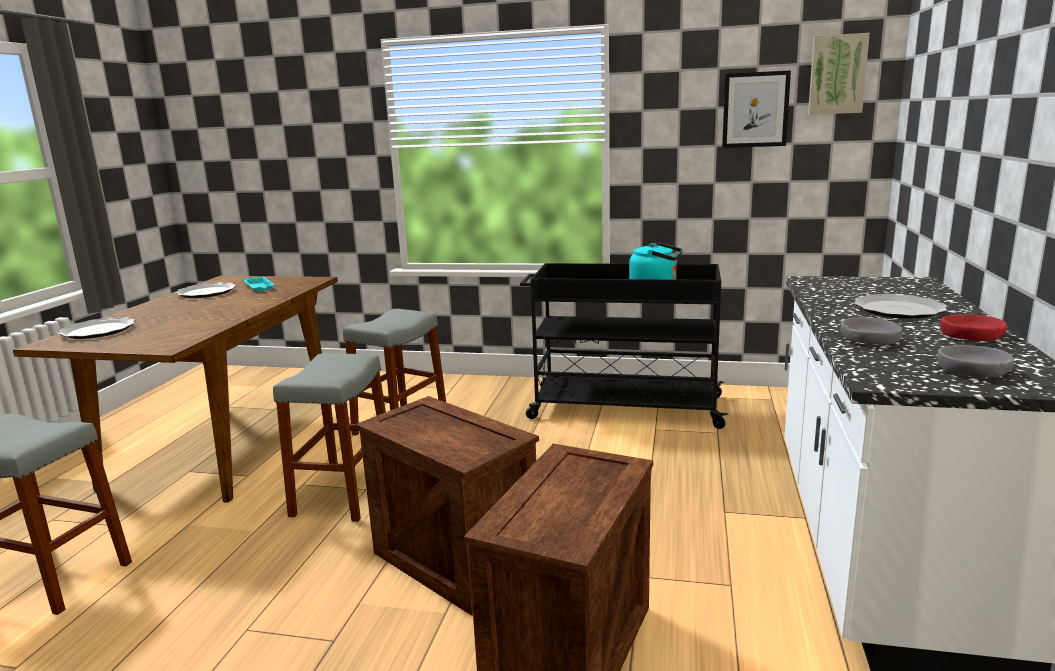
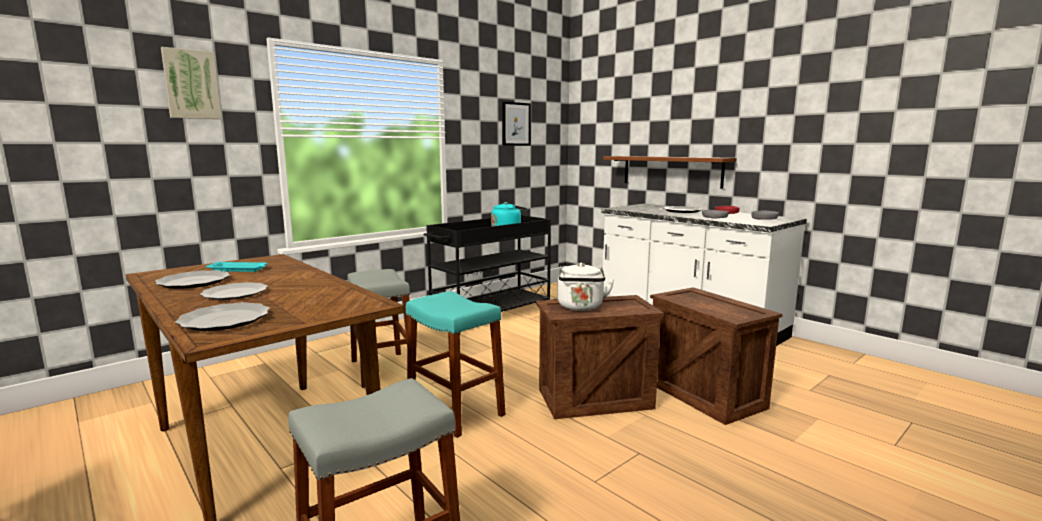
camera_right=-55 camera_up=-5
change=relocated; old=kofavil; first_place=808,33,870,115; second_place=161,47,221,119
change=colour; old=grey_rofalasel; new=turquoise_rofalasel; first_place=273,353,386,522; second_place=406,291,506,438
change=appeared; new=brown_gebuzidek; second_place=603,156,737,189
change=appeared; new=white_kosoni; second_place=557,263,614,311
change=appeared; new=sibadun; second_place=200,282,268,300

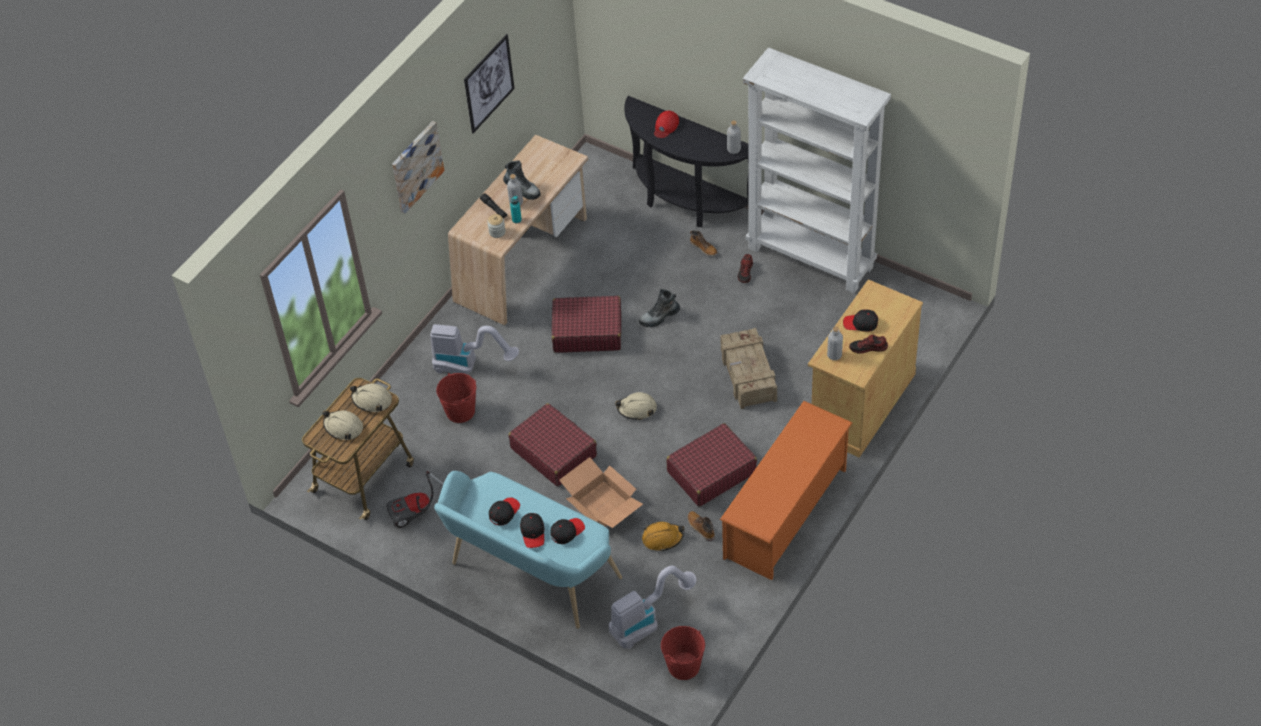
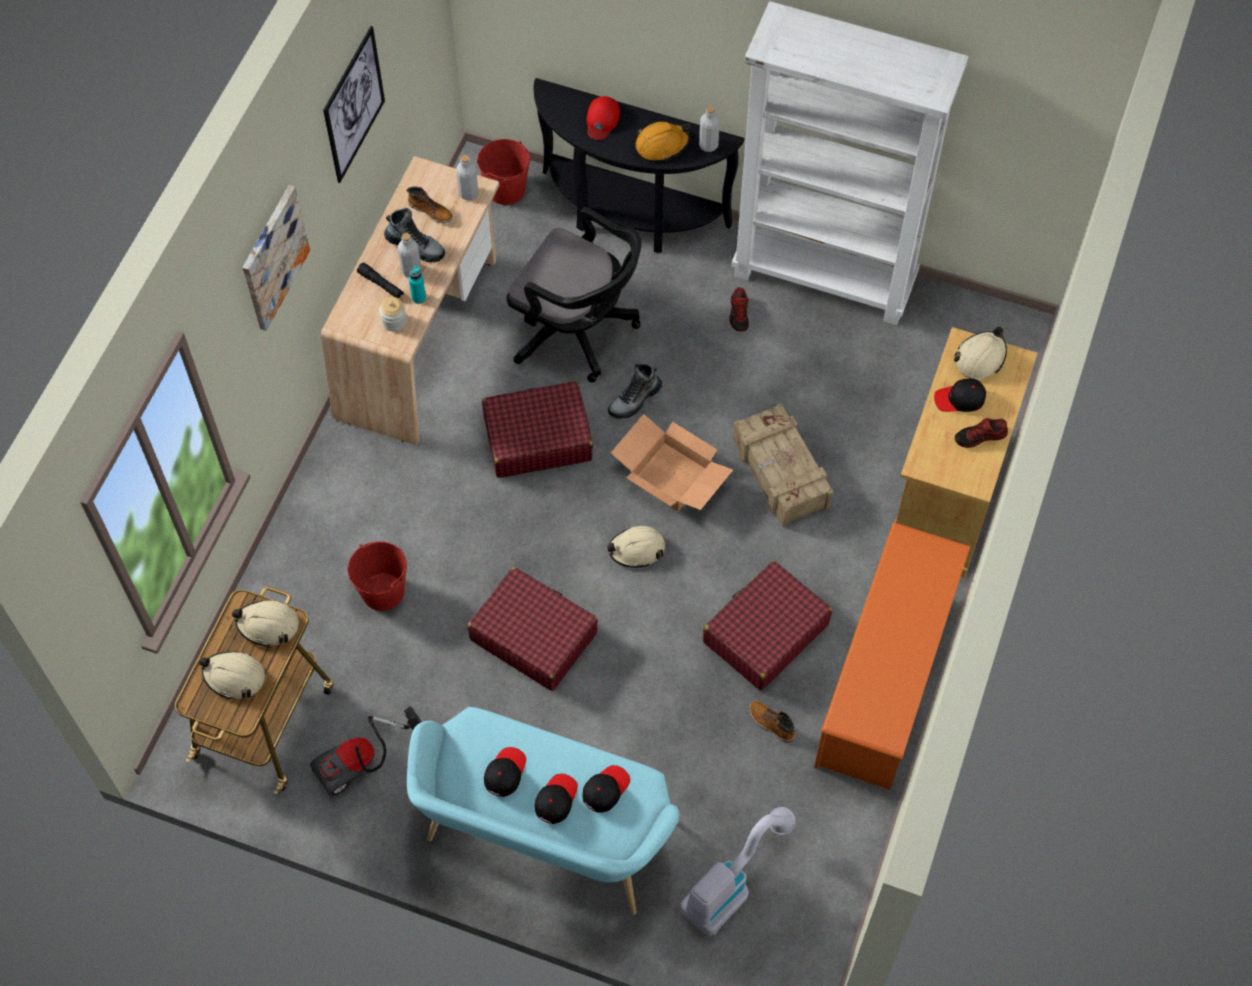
camera_right=-15 camera_up=10
change=relocated; old=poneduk; first_place=690,230,717,256; second_place=407,186,453,223
change=missing; old=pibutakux; first_place=430,324,519,374
change=relocated; old=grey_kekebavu; first_place=827,326,843,360; second_place=456,155,479,200
change=relocated; old=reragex; first_place=559,457,643,528; second_place=611,414,733,511
change=spun; old=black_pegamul; first_place=520,513,544,548; second_place=535,774,578,824; degrees=-135
change=relocated; old=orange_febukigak; first_place=642,522,684,552; second_place=636,122,691,161
change=relocated; old=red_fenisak; first_place=661,626,705,680; second_place=477,139,530,205
change=appeared; new=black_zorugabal; second_place=507,207,641,383
change=appeared; new=beige_febukigak; second_place=954,327,1007,379

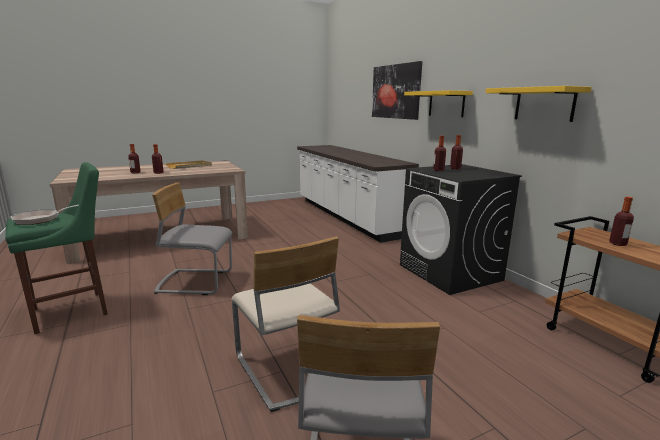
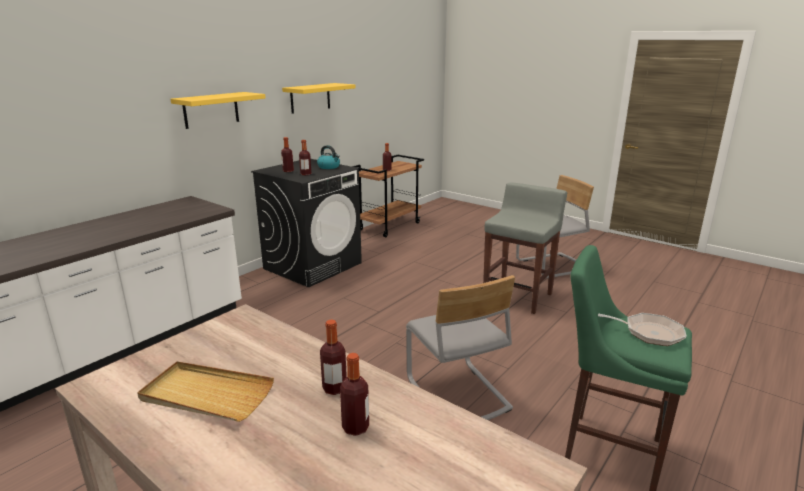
camera_right=-115 camera_up=5
change=missing; old=kofavil; first_place=372,61,422,120
change=exchanged; old=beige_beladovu; new=grey_rofalasel; first_place=232,236,340,412; second_place=483,183,567,314
change=appeared; new=kosoni; second_place=317,145,340,169

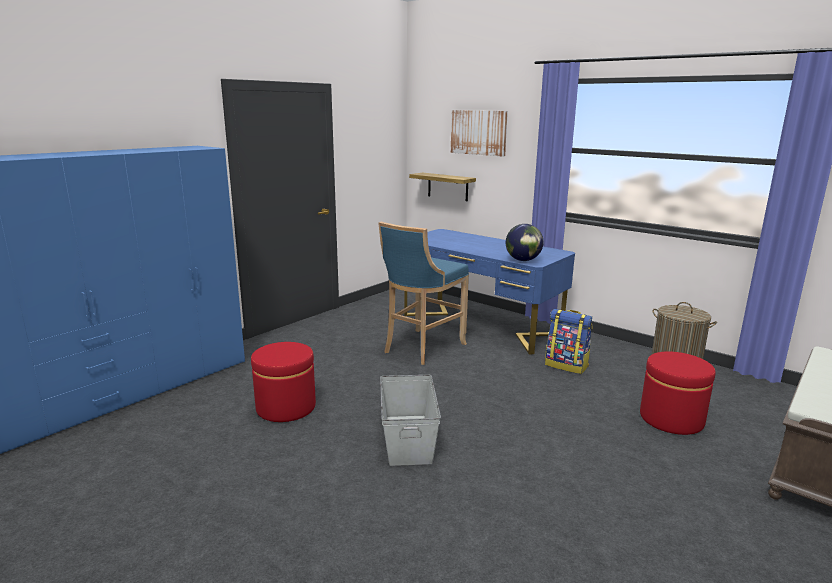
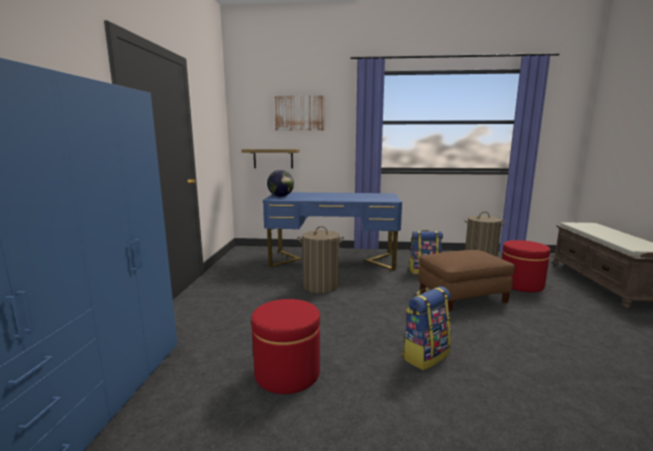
camera_right=-35 camera_up=-5
change=exchanged; old=blue_rofalasel; new=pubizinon; first_place=378,222,469,365; second_place=297,226,344,293
change=relocated; old=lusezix; first_place=506,224,544,261; second_place=267,170,294,197
change=exchanged; old=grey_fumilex; new=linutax; first_place=380,375,441,466; second_place=402,286,451,370
change=appeared; new=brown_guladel; second_place=418,250,515,312

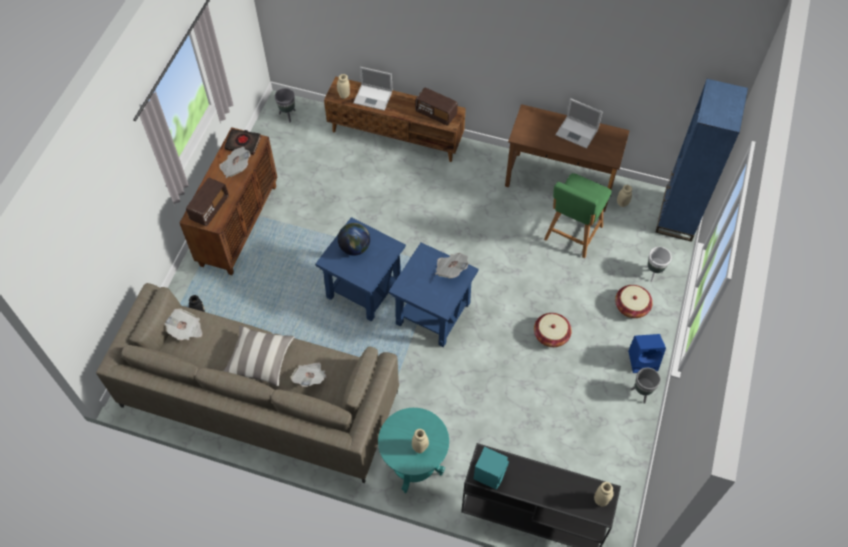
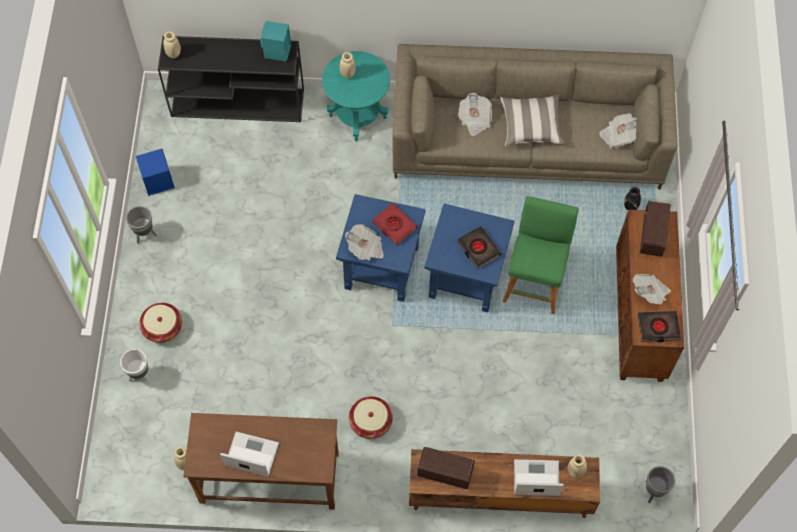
camera_right=165 camera_up=5
change=missing; old=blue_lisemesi; first_place=656,79,748,242
change=relocated; old=green_rofalasel; first_place=544,173,612,258; second_place=502,196,579,314
change=exchanged; old=lusezix; new=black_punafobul; first_place=338,223,370,256; second_place=457,226,501,269
change=relocated; old=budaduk; first_place=534,313,572,347; second_place=349,396,393,439
change=relocated; old=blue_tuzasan; first_place=628,334,666,373; second_place=136,149,175,196
change=appeared; new=red_punafobul; second_place=372,203,417,245

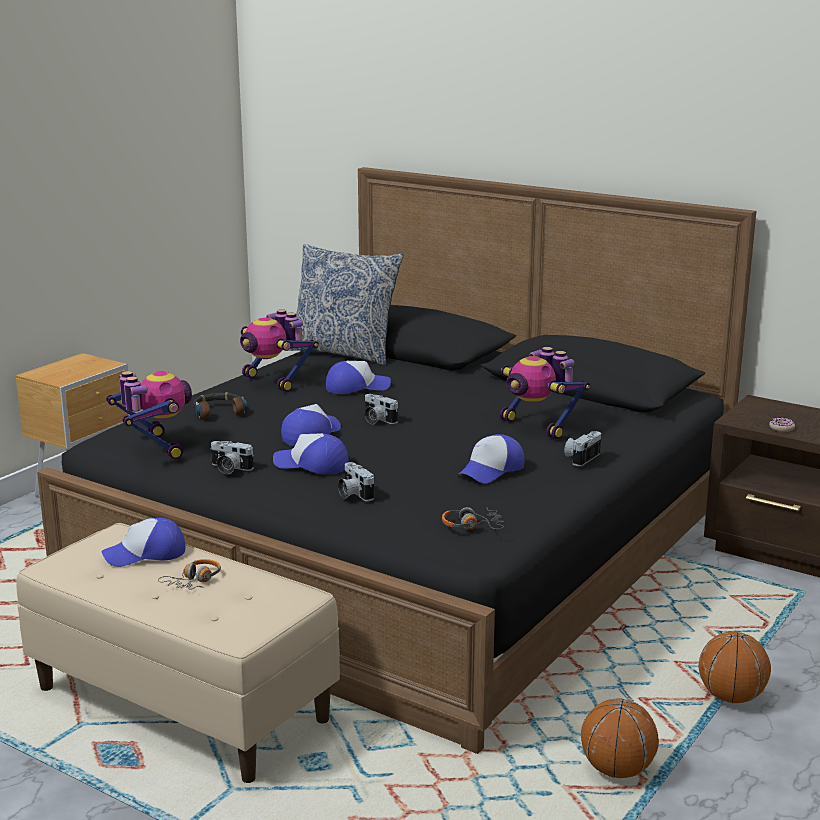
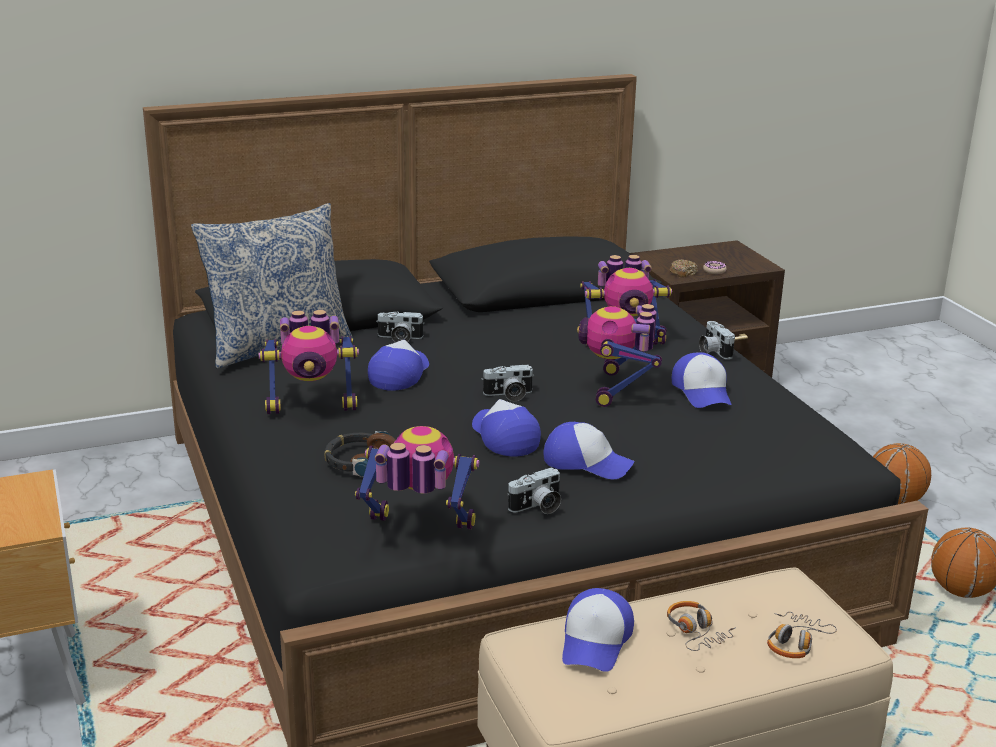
camera_right=-55 camera_up=5
change=spun; old=pegamul; first_place=273,433,348,474; second_place=543,422,635,479; degrees=-120
change=relocated; old=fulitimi; first_place=338,462,374,501; second_place=376,312,425,343
change=relocated; old=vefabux; first_place=442,507,504,529; second_place=767,612,837,658
change=appeared; new=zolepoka; second_place=670,259,698,278
change=appeared; new=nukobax; second_place=577,304,667,407

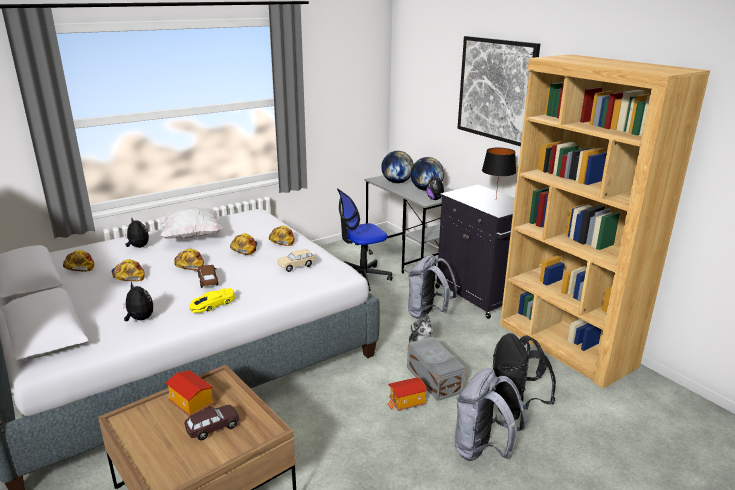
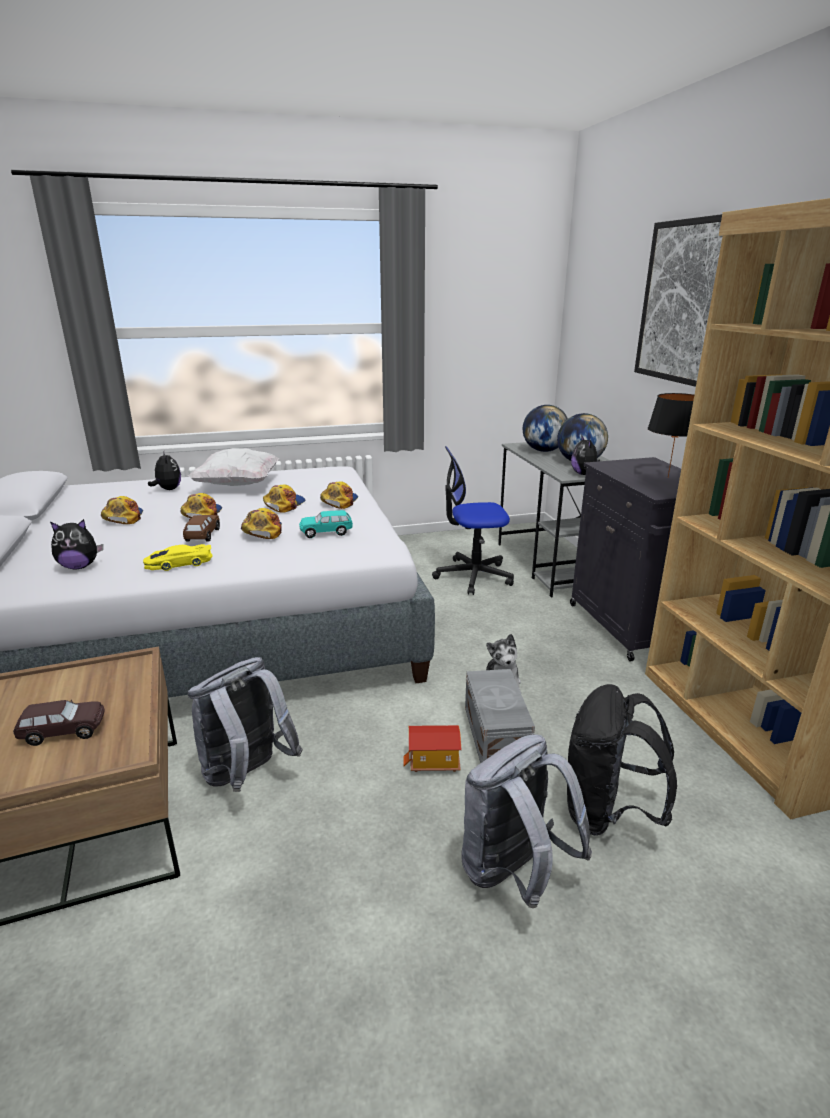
camera_right=20 camera_up=0
change=colour; old=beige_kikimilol; new=turquoise_kikimilol; first_place=278,249,315,272; second_place=299,510,353,538
change=relocated; old=pegamul; first_place=63,250,94,272; second_place=241,508,282,539
change=relocated; old=grey_linutax; first_place=408,255,457,319; second_place=187,657,303,792
change=spun; old=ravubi; first_place=123,281,153,321; second_place=50,519,103,569; degrees=105
change=missing; old=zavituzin; first_place=166,370,215,416

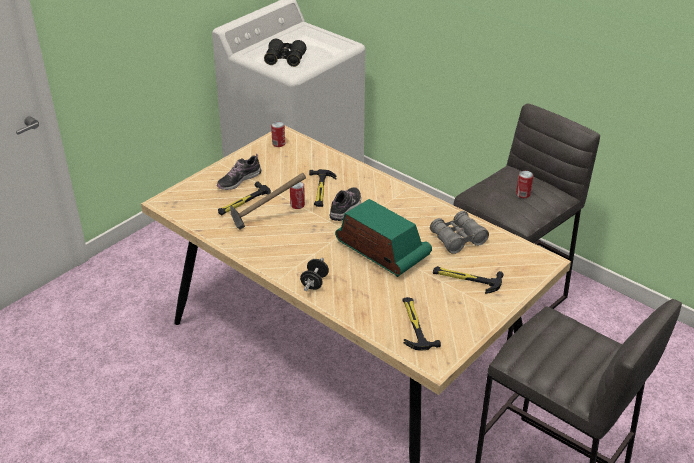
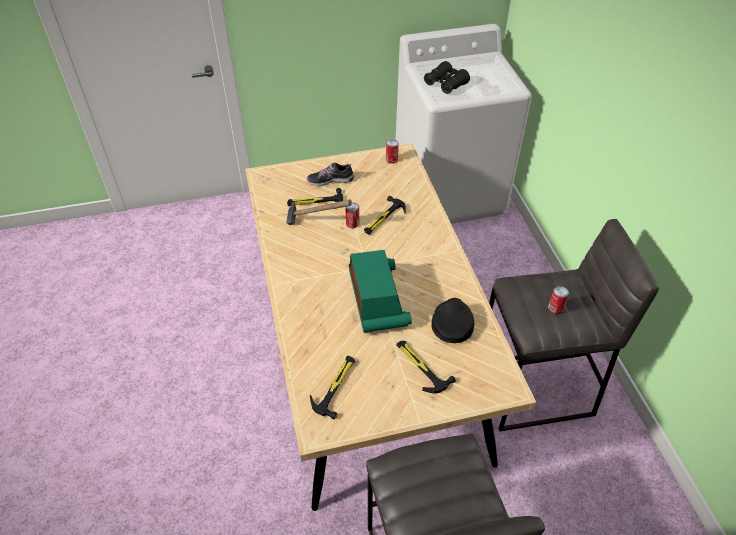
camera_right=35 camera_up=10
change=missing; old=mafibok; first_place=329,187,361,221
change=exchanged; old=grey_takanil; new=black_pegamul; first_place=430,211,489,254; second_place=431,298,474,343
change=missing; old=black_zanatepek; first_place=300,258,329,291

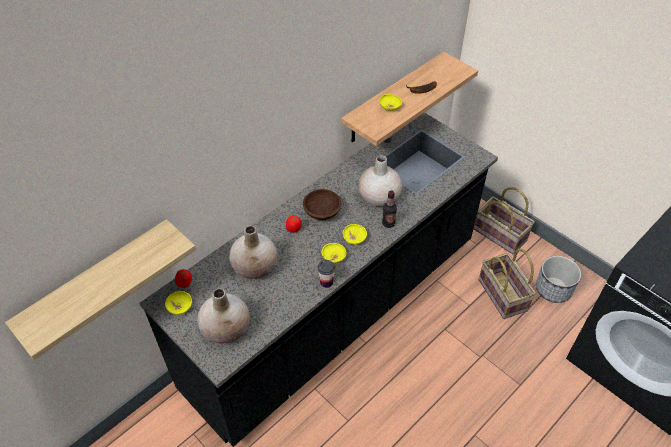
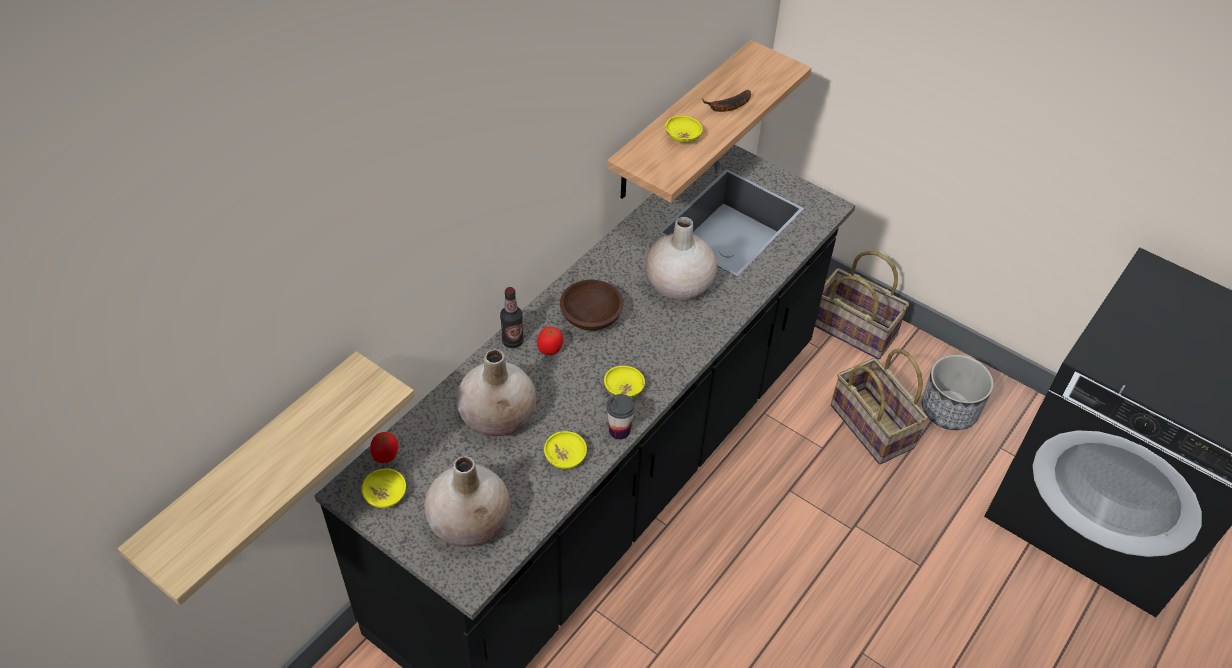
camera_right=-10 camera_up=0
change=relocated; old=kekebavu; first_place=382,190,397,228; second_place=500,287,524,348
change=relocated; old=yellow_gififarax; first_place=343,224,367,245; second_place=544,431,587,469

